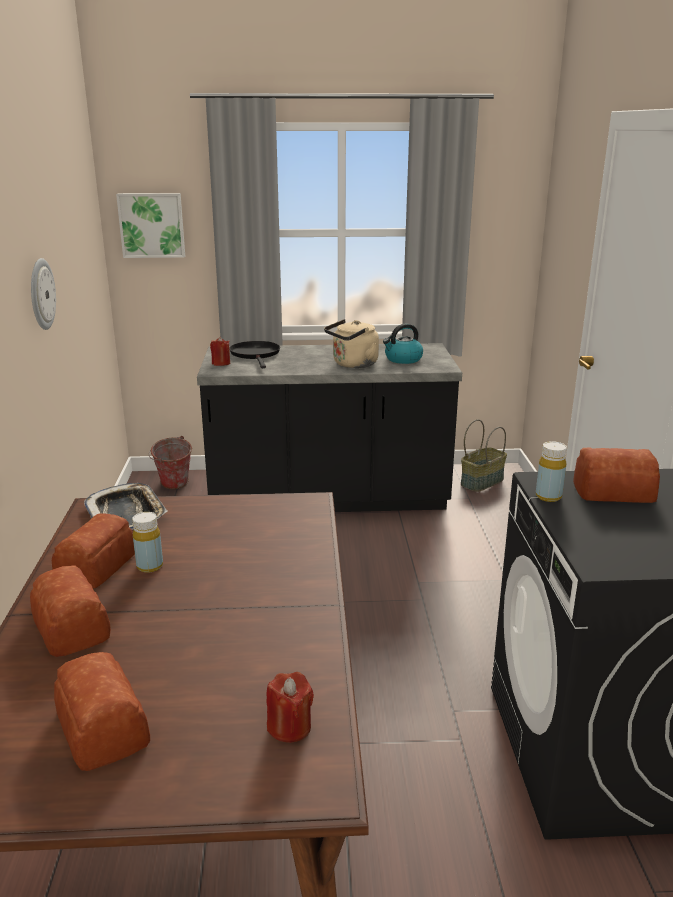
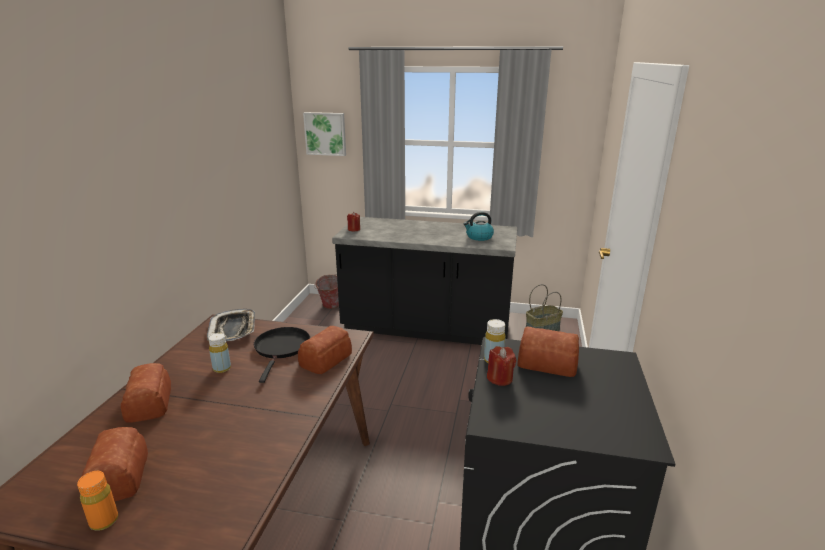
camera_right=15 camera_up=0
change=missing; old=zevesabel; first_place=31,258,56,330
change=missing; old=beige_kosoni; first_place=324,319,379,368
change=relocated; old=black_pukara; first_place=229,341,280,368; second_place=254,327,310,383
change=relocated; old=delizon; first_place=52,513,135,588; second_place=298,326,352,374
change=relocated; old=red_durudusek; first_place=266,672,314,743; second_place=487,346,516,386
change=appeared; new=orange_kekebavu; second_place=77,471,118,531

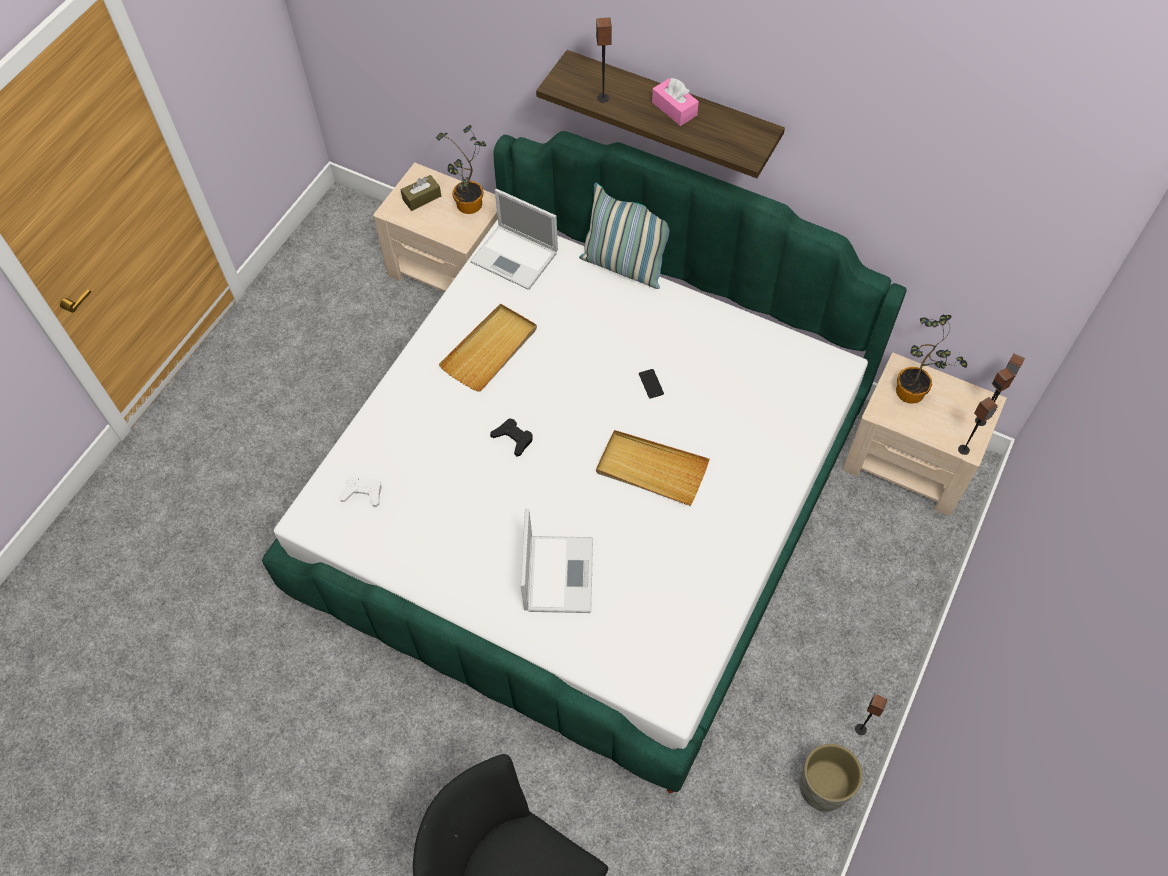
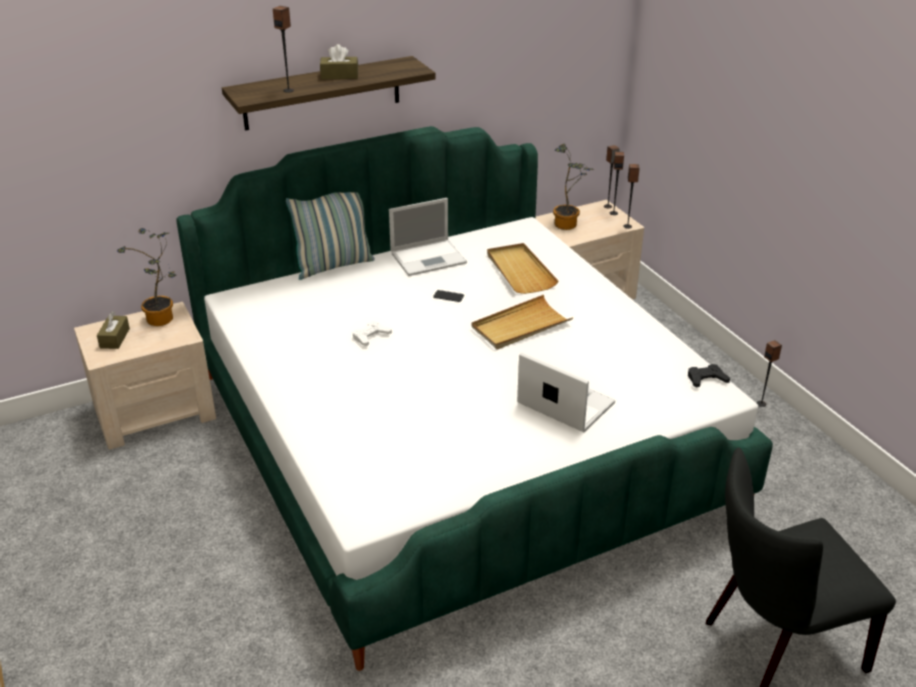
camera_right=-55 camera_up=-25
change=colour; old=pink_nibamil; new=brown_nibamil; first_place=652,77,699,126; second_place=320,44,358,80
change=relocated; old=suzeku; first_place=470,189,558,290; second_place=389,198,467,276
change=relocated; old=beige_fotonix; first_place=439,304,537,392; second_place=487,243,558,294
change=relocated; old=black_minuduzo; first_place=490,419,533,456; second_place=688,364,730,387
change=relocated; old=white_minuduzo; first_place=339,476,382,507; second_place=352,321,392,346
change=missing; old=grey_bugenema; first_place=799,744,863,812

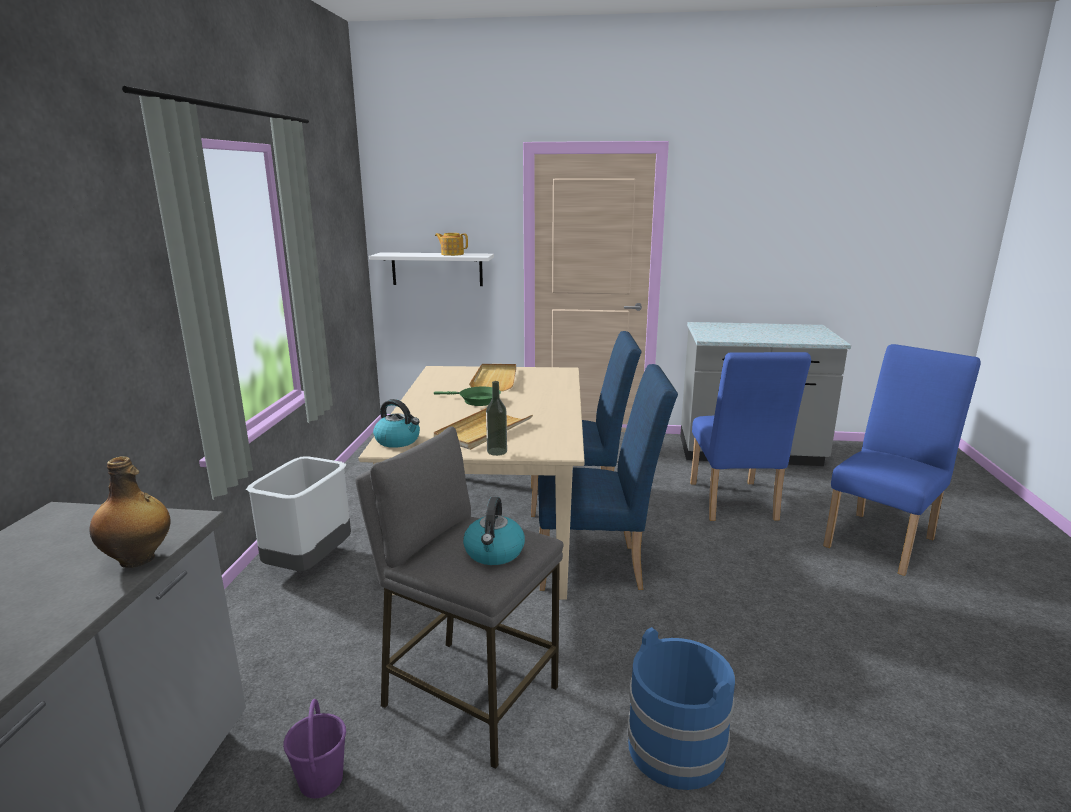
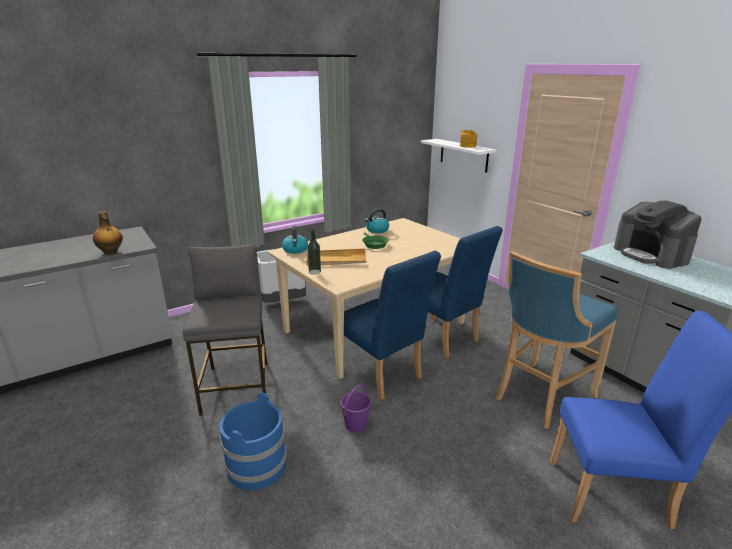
camera_right=50 camera_up=5
change=exchanged; old=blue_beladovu; new=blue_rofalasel; first_place=690,352,811,521; second_place=496,251,618,429
change=missing; old=beige_fotonix; first_place=469,364,516,391
change=relocated; old=kosoni; first_place=463,497,525,565; second_place=365,209,389,233
change=relocated; old=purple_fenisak; first_place=283,699,346,799; second_place=340,385,371,433
change=appeared; new=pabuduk; second_place=614,201,702,269

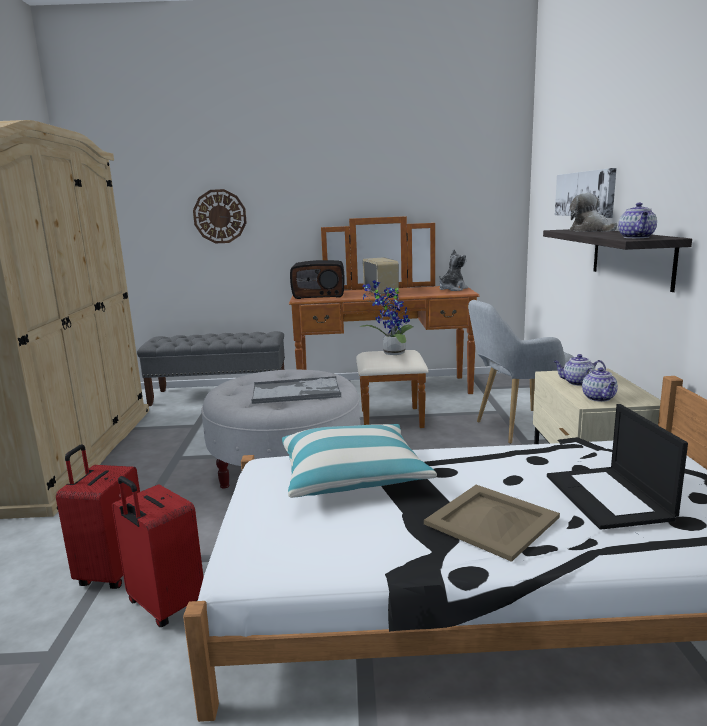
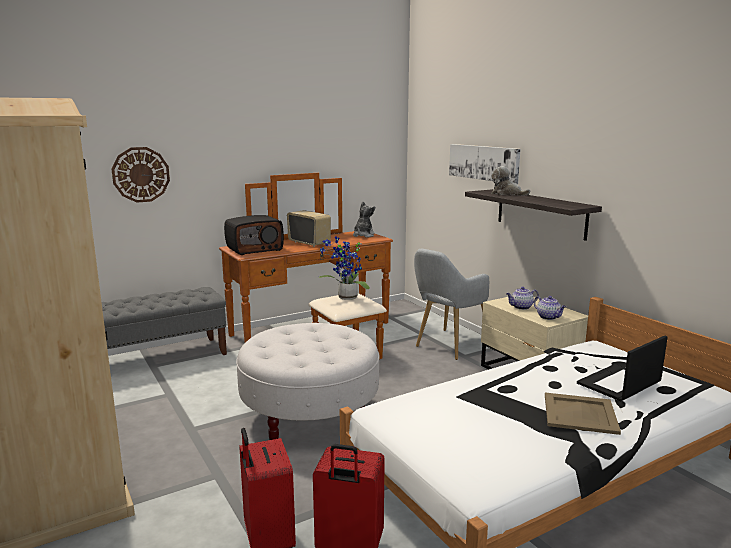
camera_right=-30 camera_up=0
change=missing; old=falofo; first_place=618,203,657,238
change=missing; old=fotonix; first_place=251,376,341,404
change=spun; old=suzeku; first_place=547,404,688,530; second_place=577,336,668,401; degrees=90
change=missing; old=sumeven; first_place=282,424,437,498

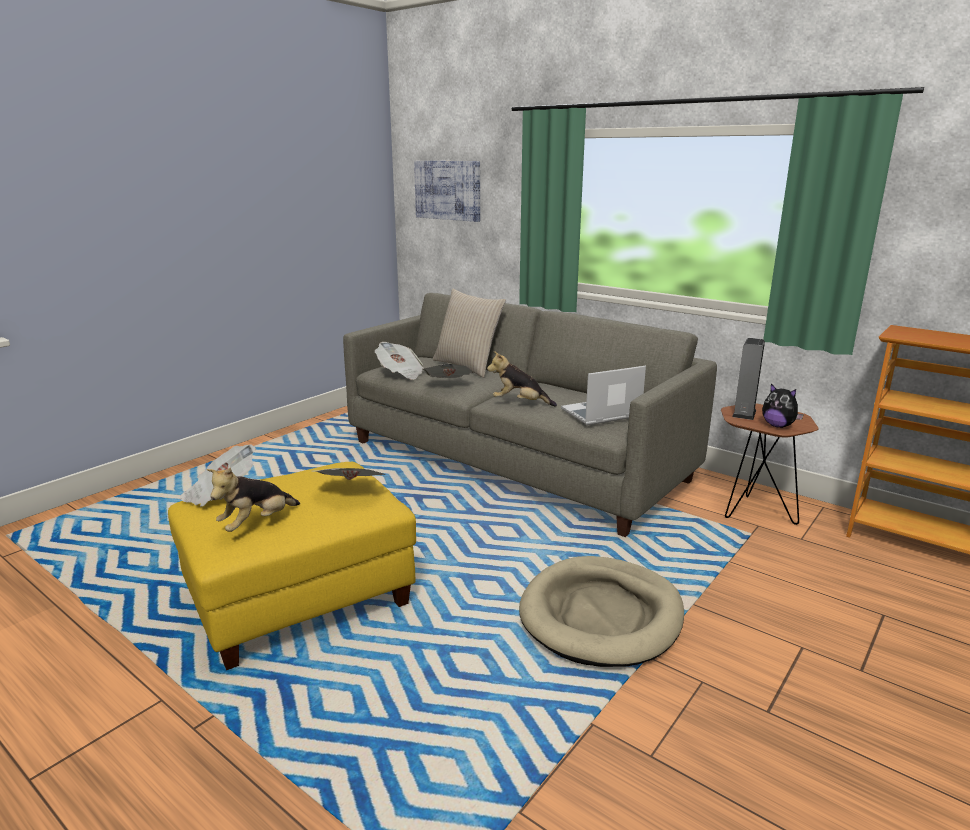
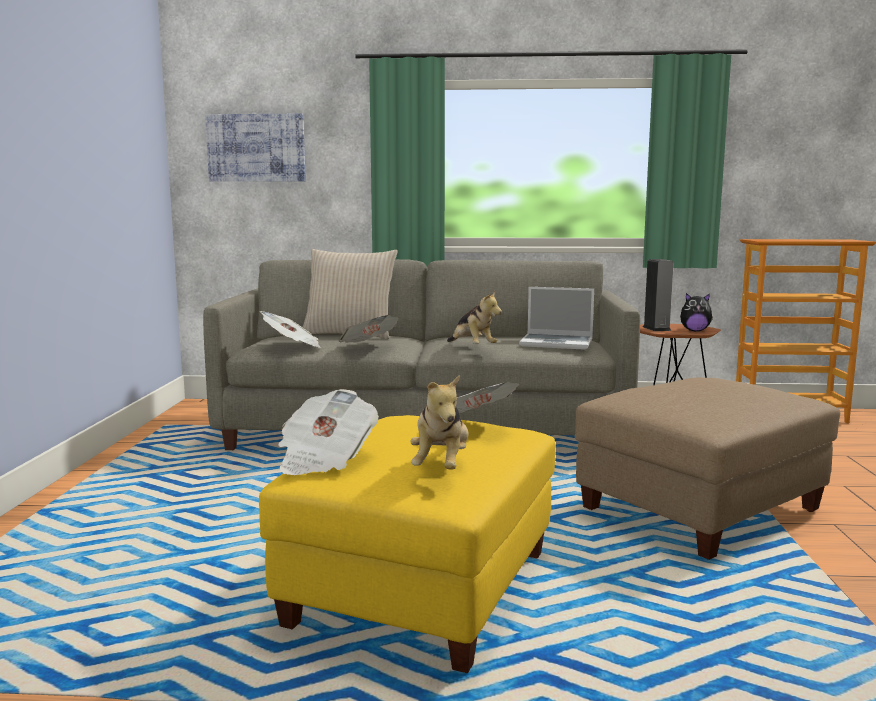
camera_right=-35 camera_up=-10
change=spun; old=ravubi; first_place=487,351,557,407; second_place=447,291,502,344; degrees=-105
change=spun; old=suzeku; first_place=561,366,646,426; second_place=519,287,594,350; degrees=-105
change=exchanged; old=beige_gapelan; new=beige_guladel; first_place=519,556,684,667; second_place=575,378,840,560

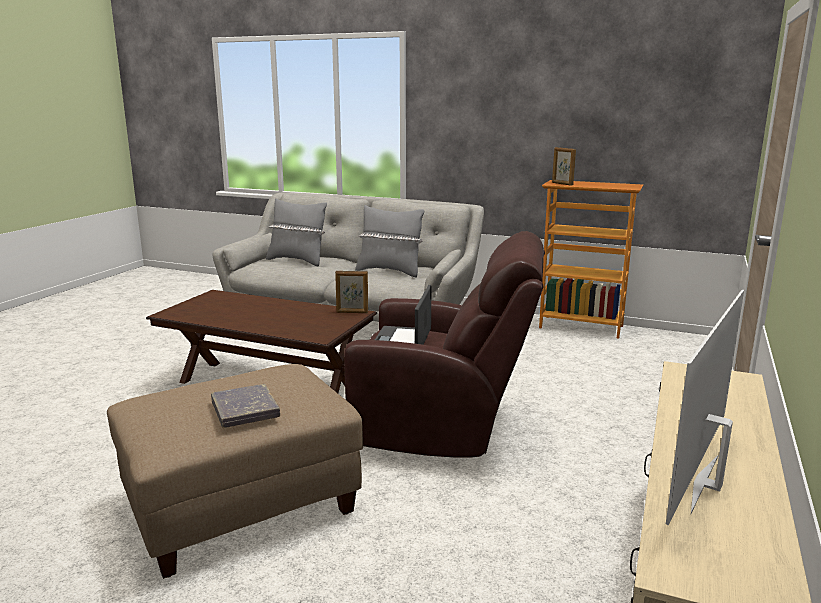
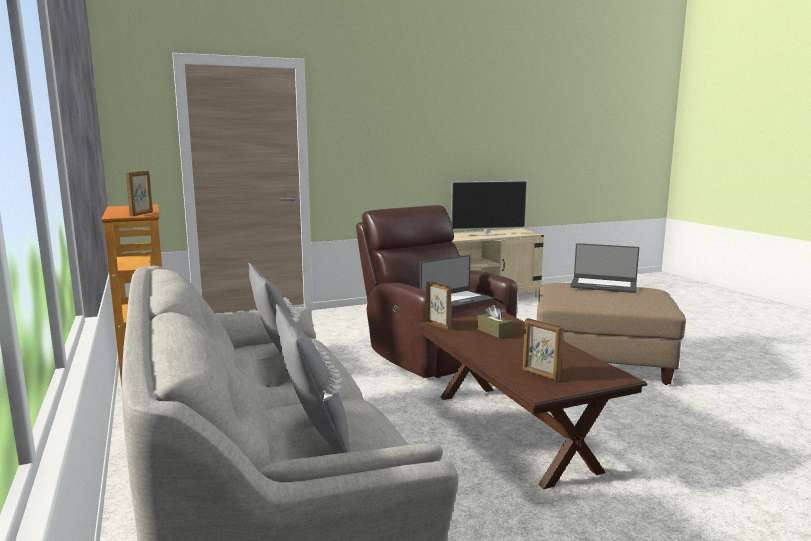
camera_right=-135 camera_up=-5
change=exchanged; old=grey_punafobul; new=suzeku; first_place=211,384,280,428; second_place=570,243,639,293
change=appeared; new=brown_nibamil; second_place=477,305,513,338
change=appeared; new=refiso; second_place=523,318,563,381

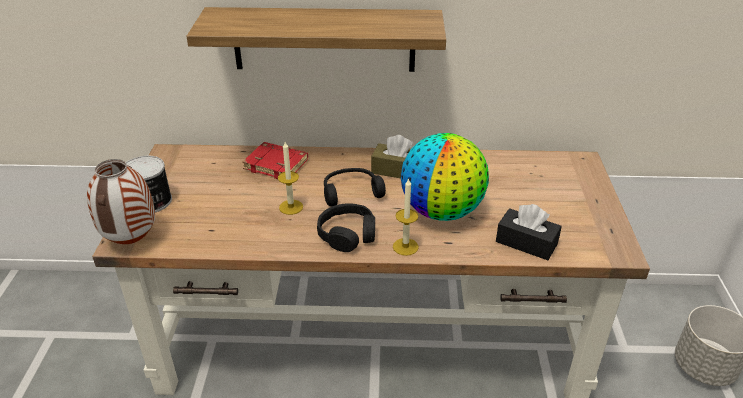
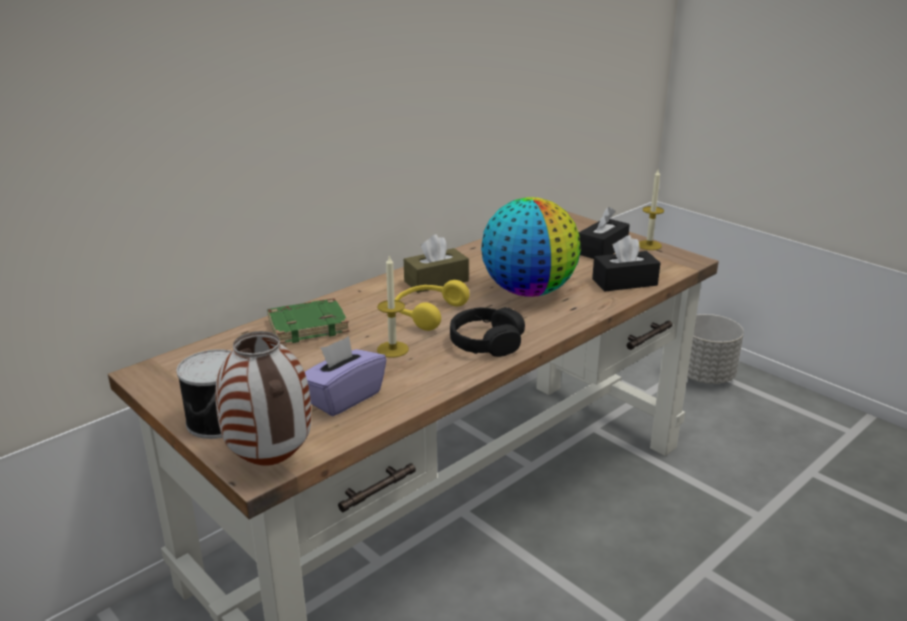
camera_right=-45 camera_up=-10
change=missing; old=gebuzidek; first_place=186,7,446,72
change=colour; old=red_punafobul; new=green_punafobul; first_place=242,142,308,179; second_place=267,298,349,344
change=colour; old=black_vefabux; new=yellow_vefabux; first_place=324,168,386,207; second_place=395,280,470,331
change=relocated; old=durudusek; first_place=393,178,419,256; second_place=639,170,664,250
change=appeared; new=black_nibamil; second_place=579,207,630,259
change=appeared; new=purple_nibamil; second_place=305,336,386,416

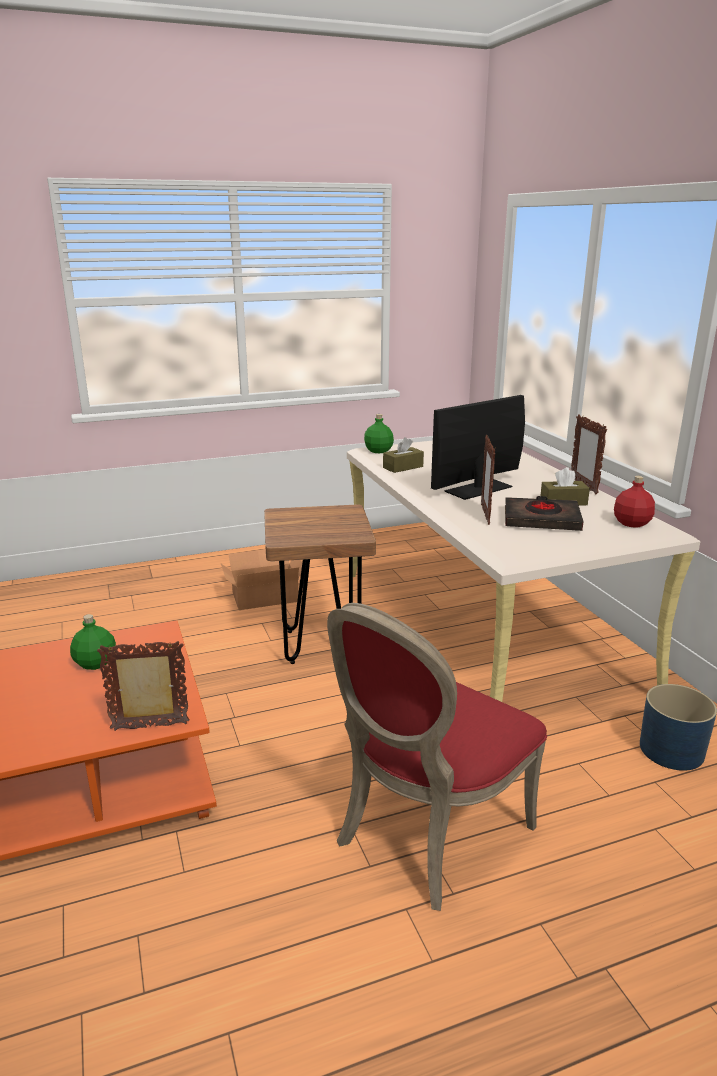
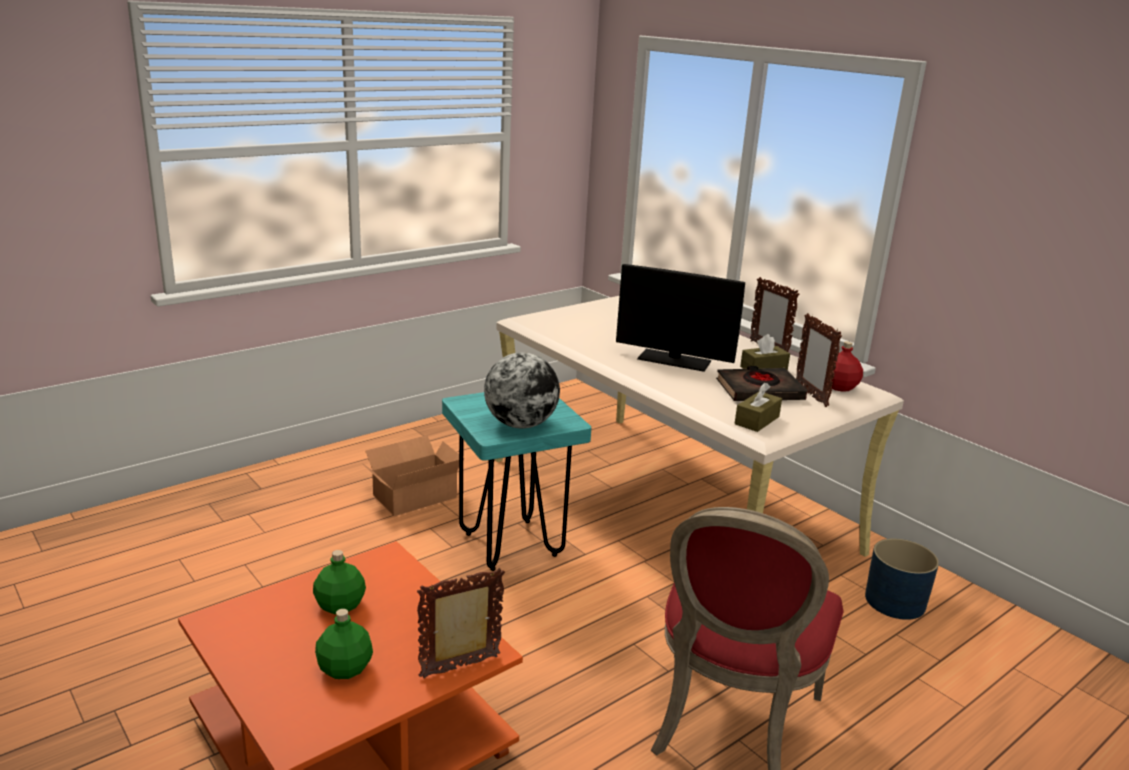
camera_right=-20 camera_up=0
change=spun; old=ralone; first_place=431,395,525,500; second_place=616,264,745,372; degrees=-105
change=relocated; old=green_kekebavu; first_place=364,414,394,453; second_place=315,609,373,679
change=relocated; old=refiso; first_place=481,435,495,525; second_place=796,313,842,407
change=relocated; old=brown_nibamil; first_place=383,437,424,473; second_place=735,383,782,432
change=colour; old=brown_rofalasel; new=turquoise_rofalasel; first_place=264,505,376,664; second_place=442,392,591,571
change=appeared; new=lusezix; second_place=484,352,560,429

